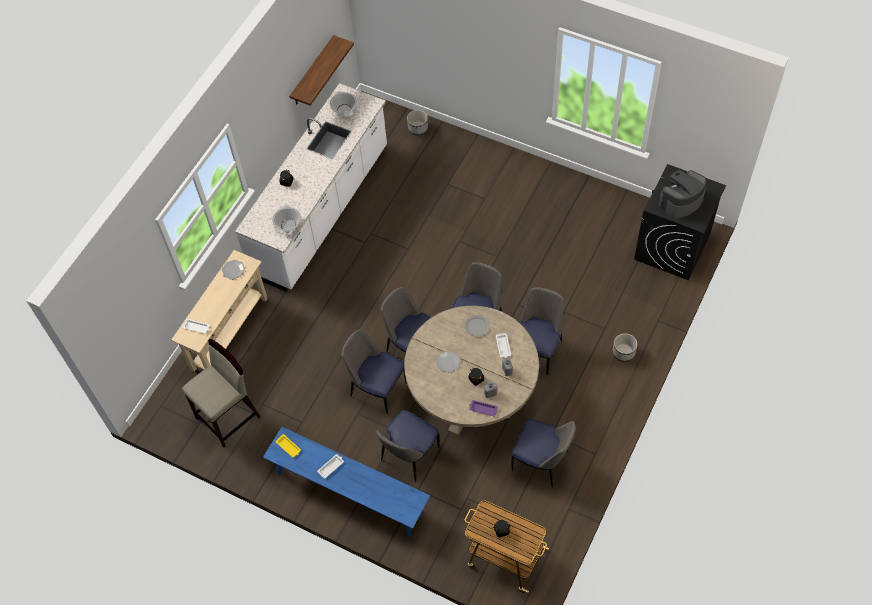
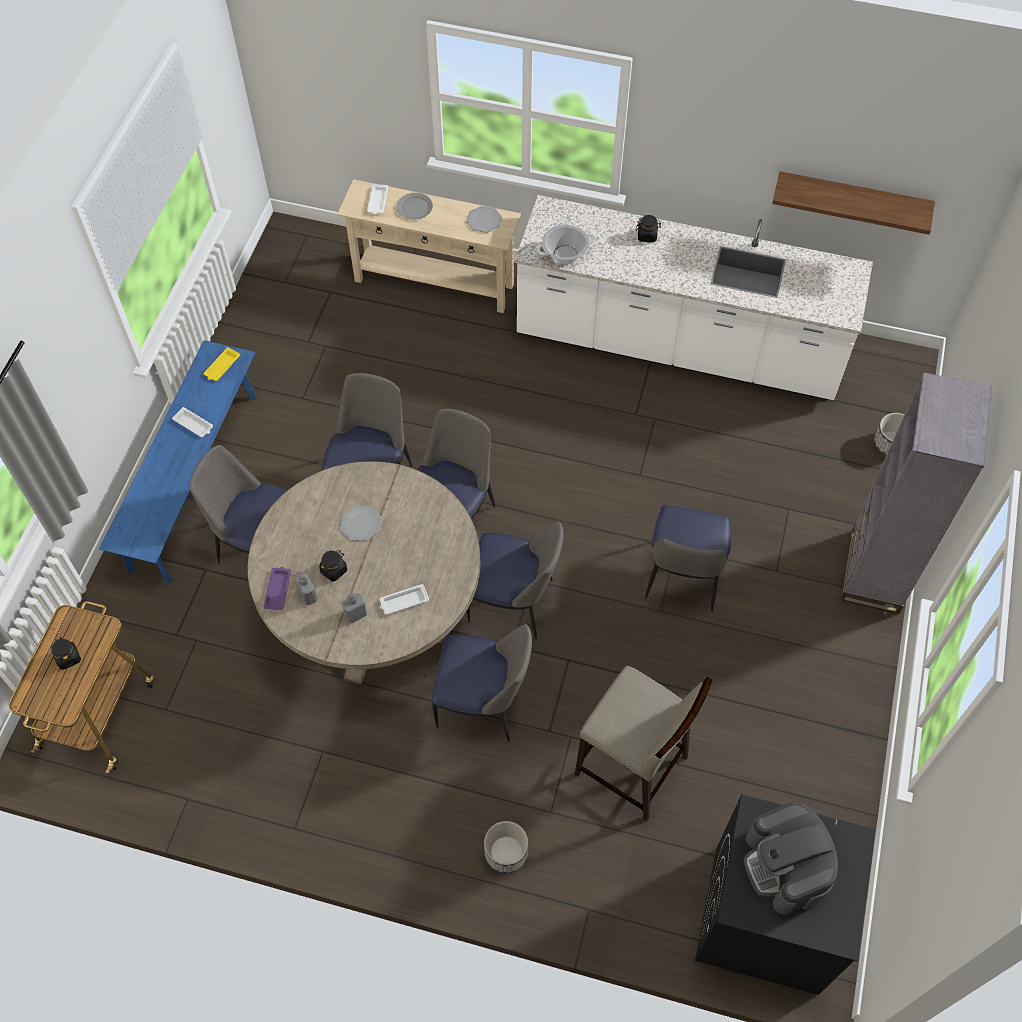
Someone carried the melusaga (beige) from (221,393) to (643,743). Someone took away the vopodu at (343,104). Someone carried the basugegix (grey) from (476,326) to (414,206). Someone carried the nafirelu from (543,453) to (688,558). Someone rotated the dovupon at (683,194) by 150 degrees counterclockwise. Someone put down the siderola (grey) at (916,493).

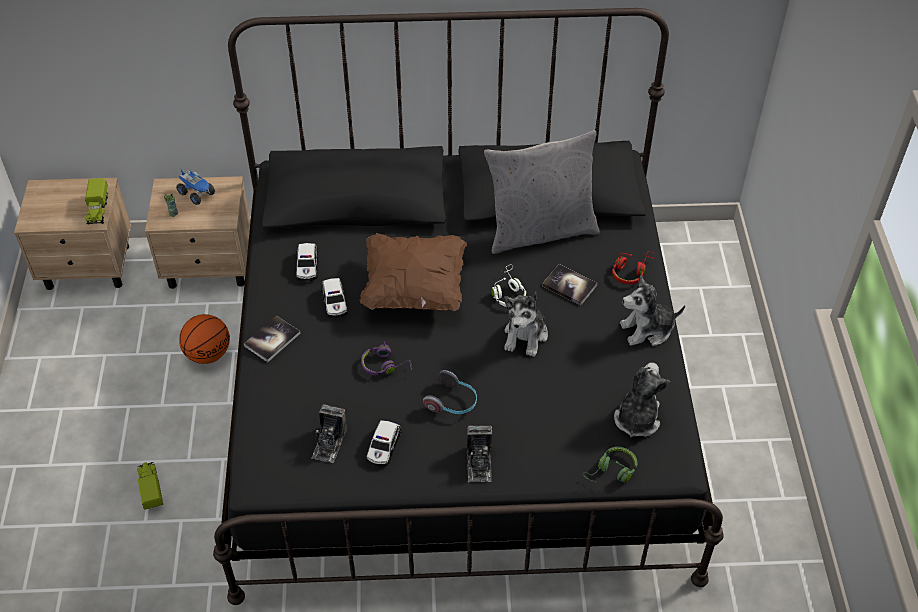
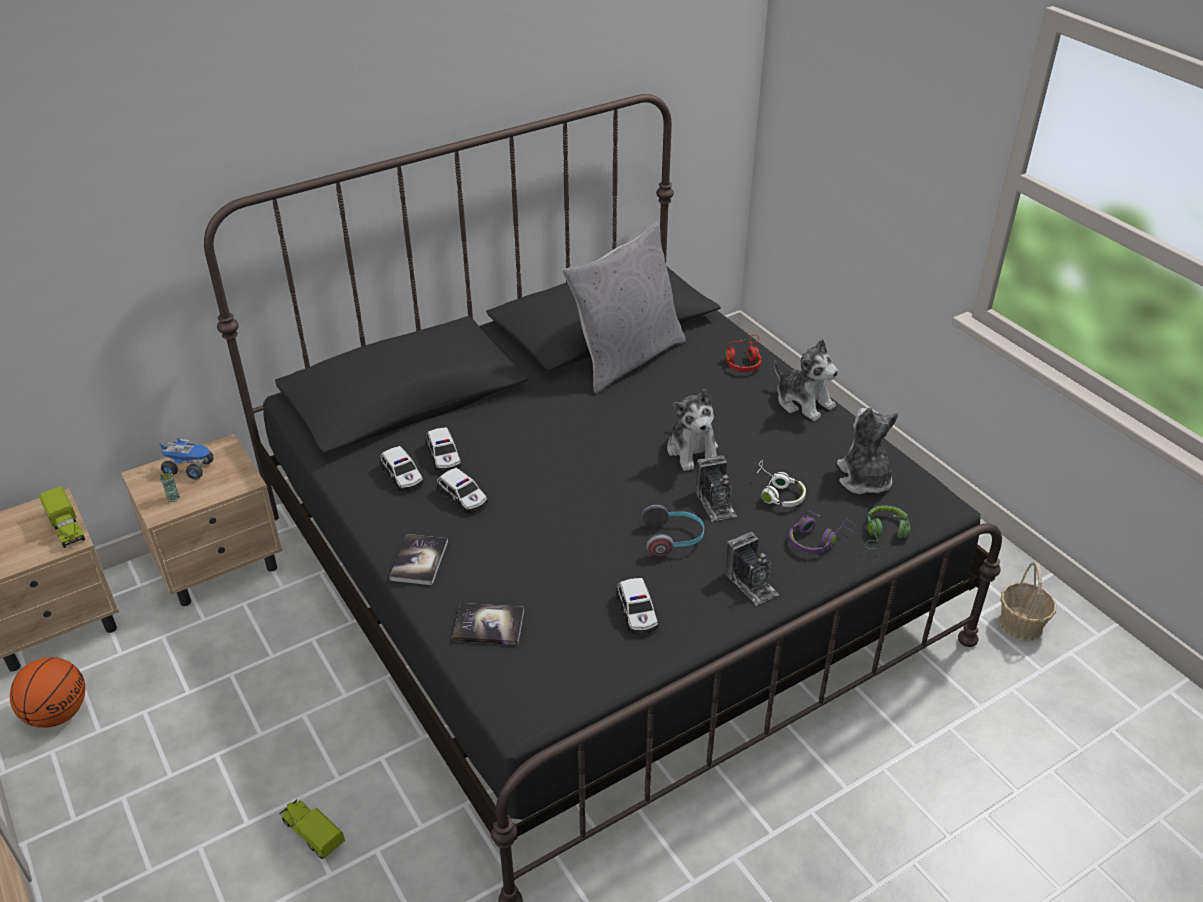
Someone carried the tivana from (204,339) to (47,692). Someone carried the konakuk from (329,433) to (716,488). Someone took away the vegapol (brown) at (413,272). Someone carried the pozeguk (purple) from (387,358) to (822,532). Someone carried the pozeguk (white) from (508,285) to (780,484). Someone carried the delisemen from (569,284) to (488,624). Someone rotated the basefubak at (652,310) by 90 degrees counterclockwise. Someone put down the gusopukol at (444,449). Someone put down the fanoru at (1027,601).

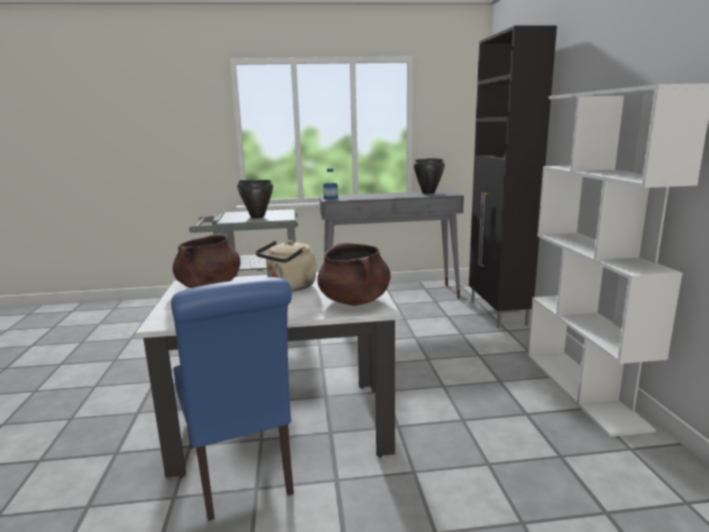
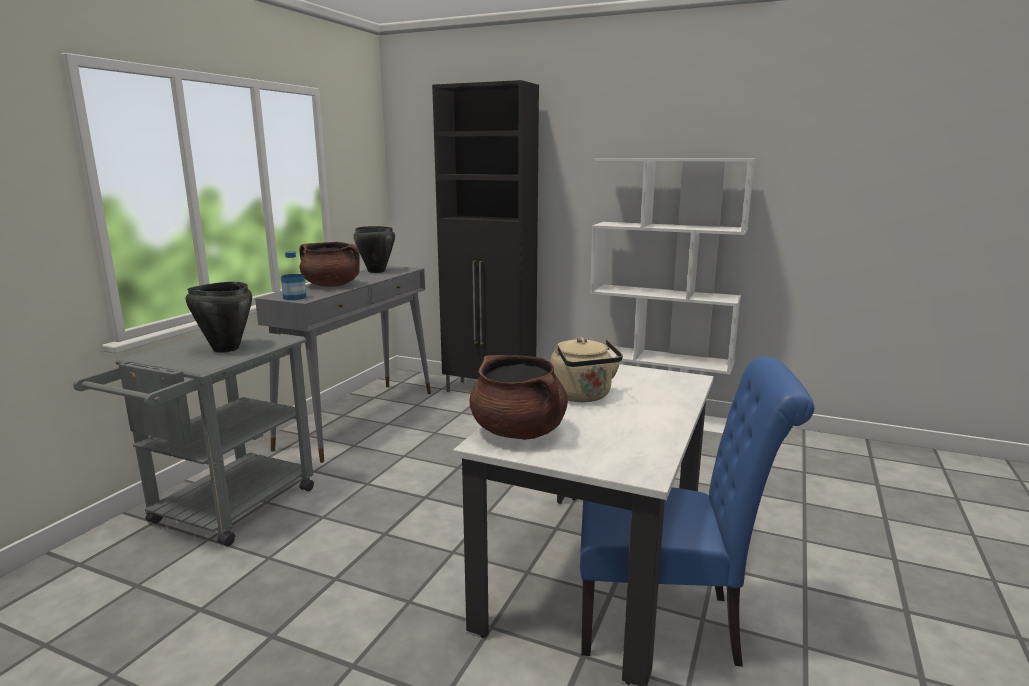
Someone carried the vopodu (brown) from (353,274) to (329,264).

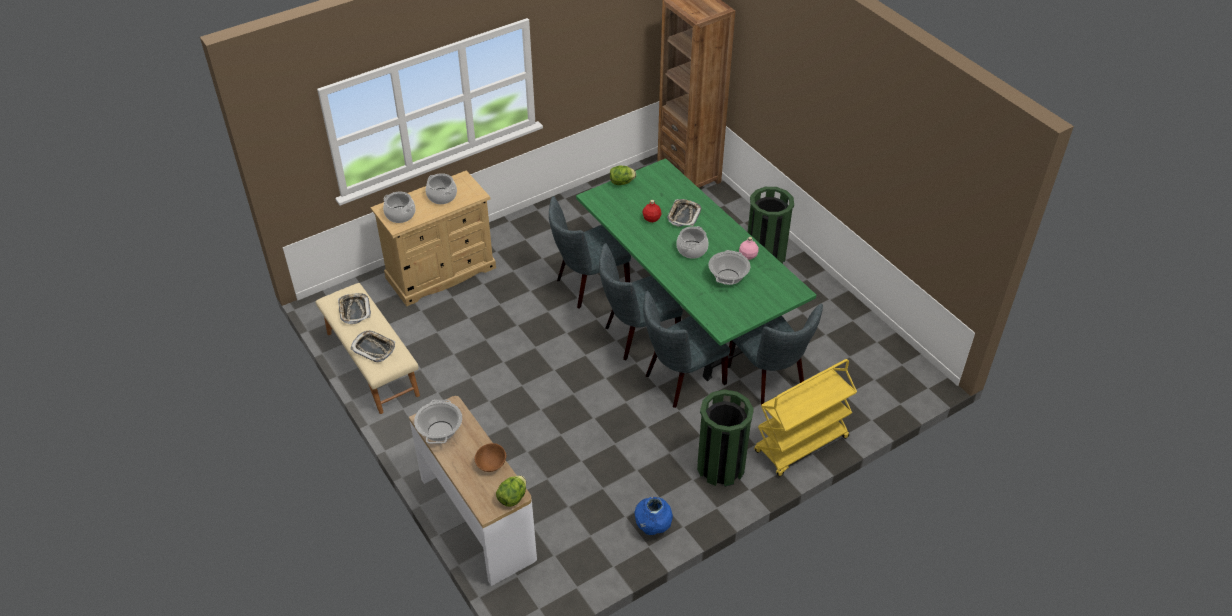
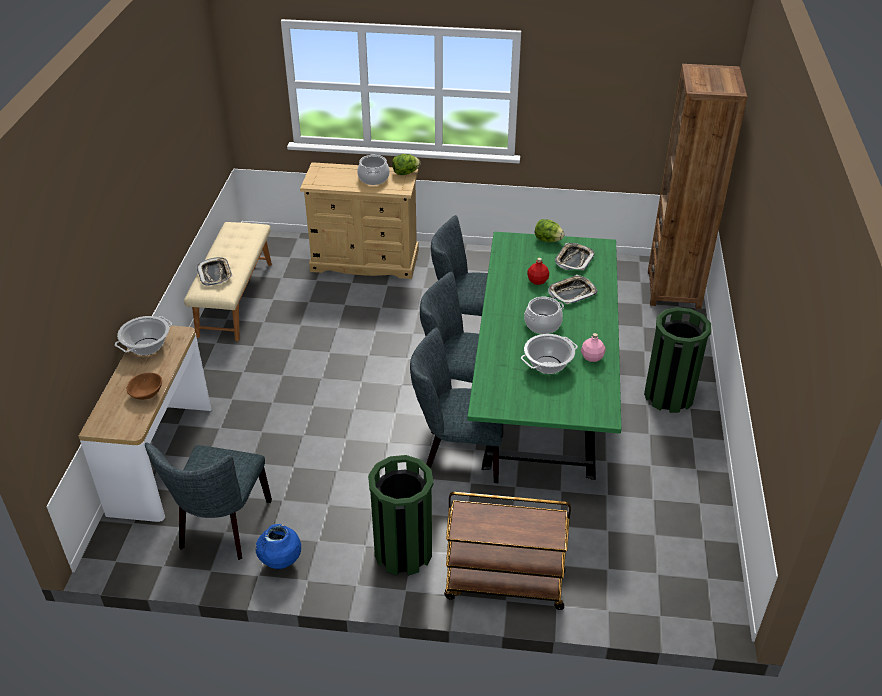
Someone carried the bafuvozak from (354,308) to (575,256). Someone took away the vopodu at (399,207). Someone carried the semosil from (511,491) to (406,164). Someone carried the nafirelu (grey) from (775,354) to (208,501). Someone repainted the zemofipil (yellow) at (805,418), which became the zemofipil (brown) at (507,551).

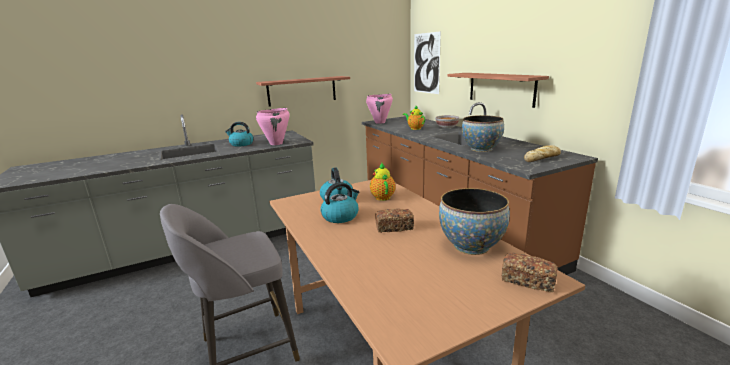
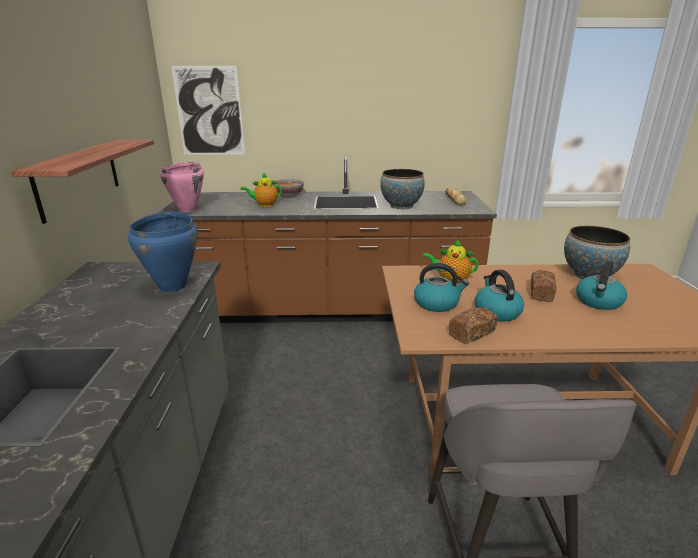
Someone carried the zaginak from (239,134) to (601,285). Someone repainted the vopodu (pink) at (272,126), which became the vopodu (blue) at (163,251). Someone took away the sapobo at (498,90). Someone carried the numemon from (530,272) to (473,325).

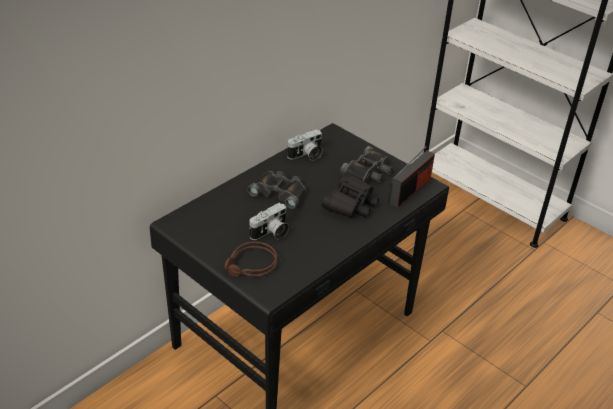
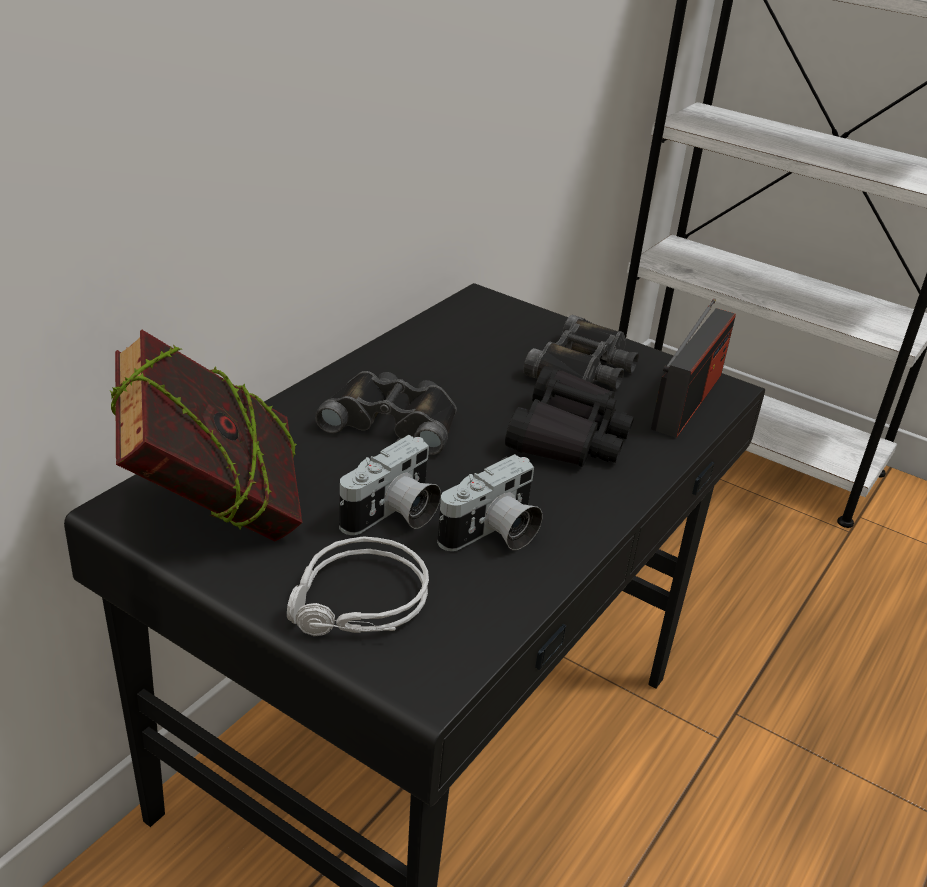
Someone repainted the pozeguk (brown) at (251,259), which became the pozeguk (grey) at (358,586). Someone carried the konakuk from (305,145) to (489,502). Someone put down the delisemen at (206,435).

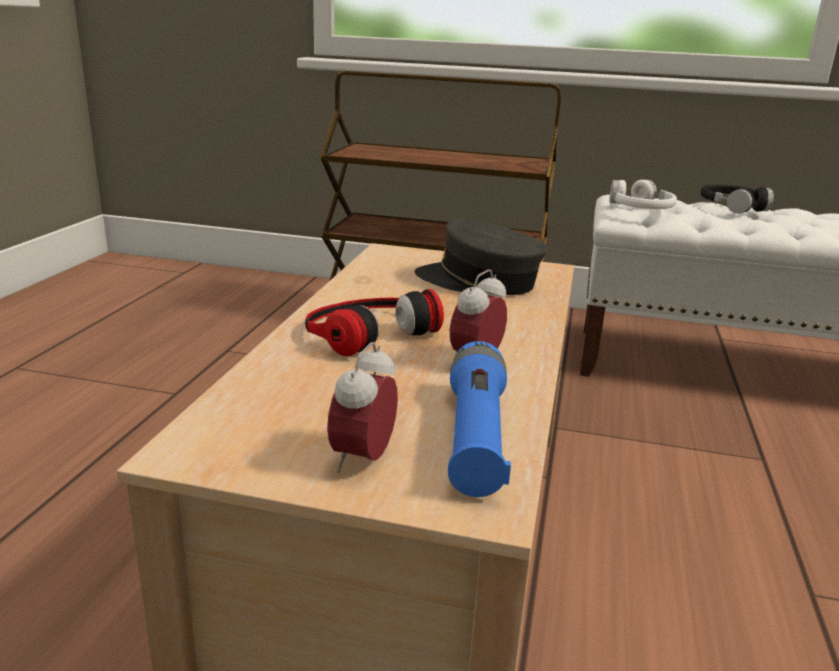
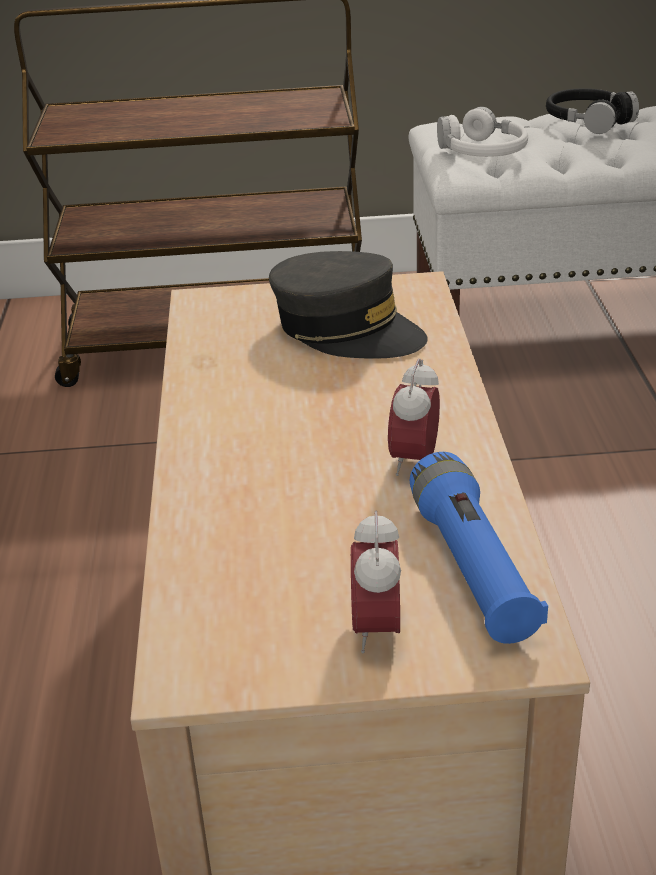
Someone took away the pozeguk at (374,322). Someone rotated the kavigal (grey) at (480,257) by 150 degrees counterclockwise.

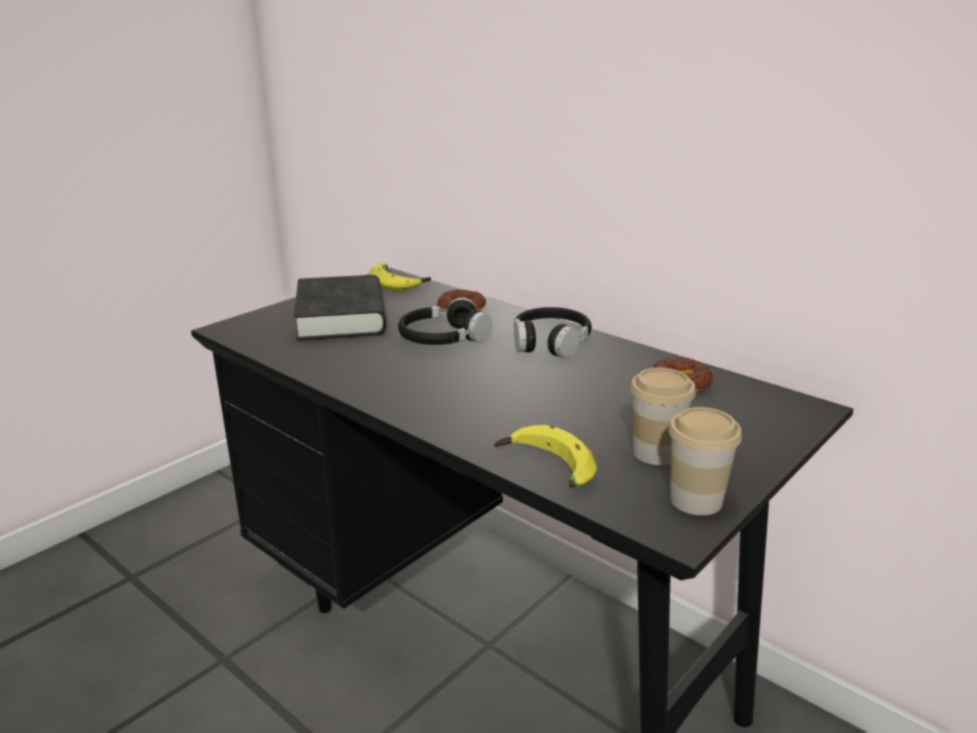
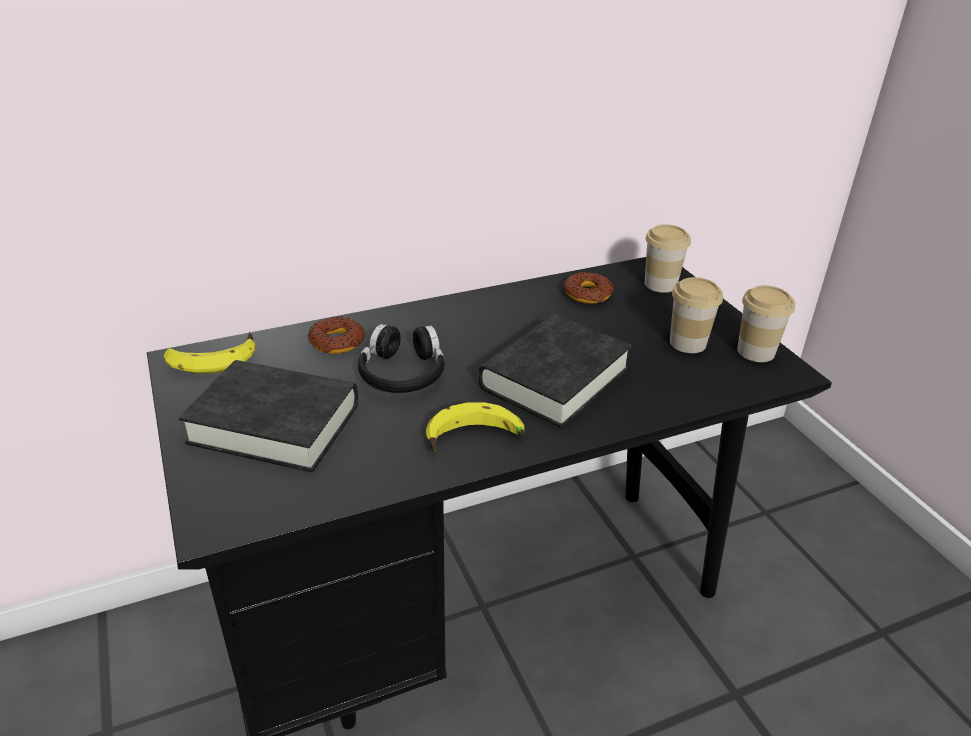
Someone carried the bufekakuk from (545,456) to (475,427). Someone took away the pozeguk (black) at (553,332). Someone put down the delisemen (black) at (555,371). Someone put down the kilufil at (668,258).

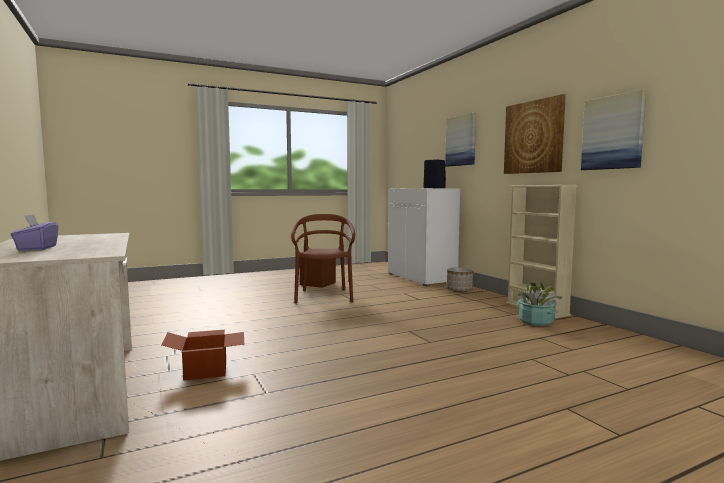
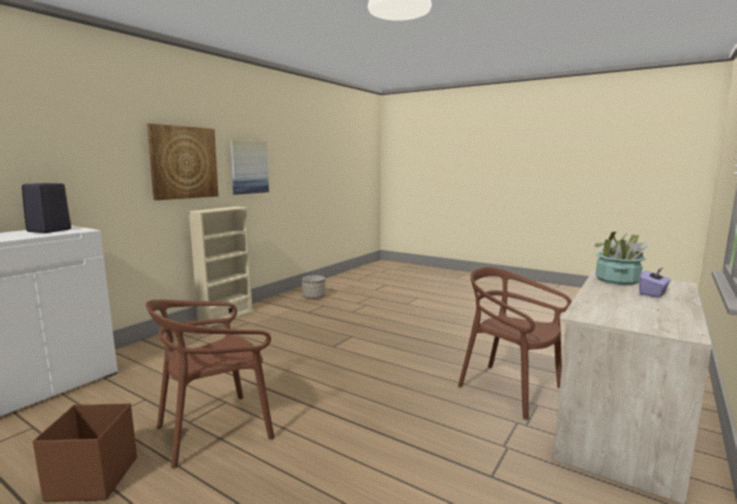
Someone swapped the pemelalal at (203,355) for the nafirelu (brown) at (514,343). Someone took away the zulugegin at (460,139). Someone carried the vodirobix from (460,280) to (314,287). Someone carried the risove from (541,303) to (620,258).

